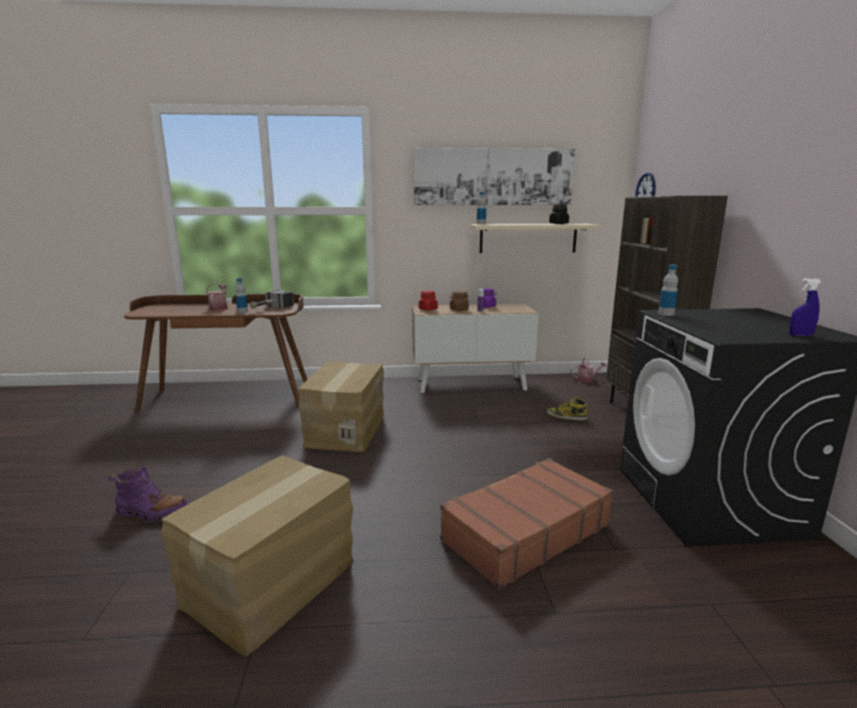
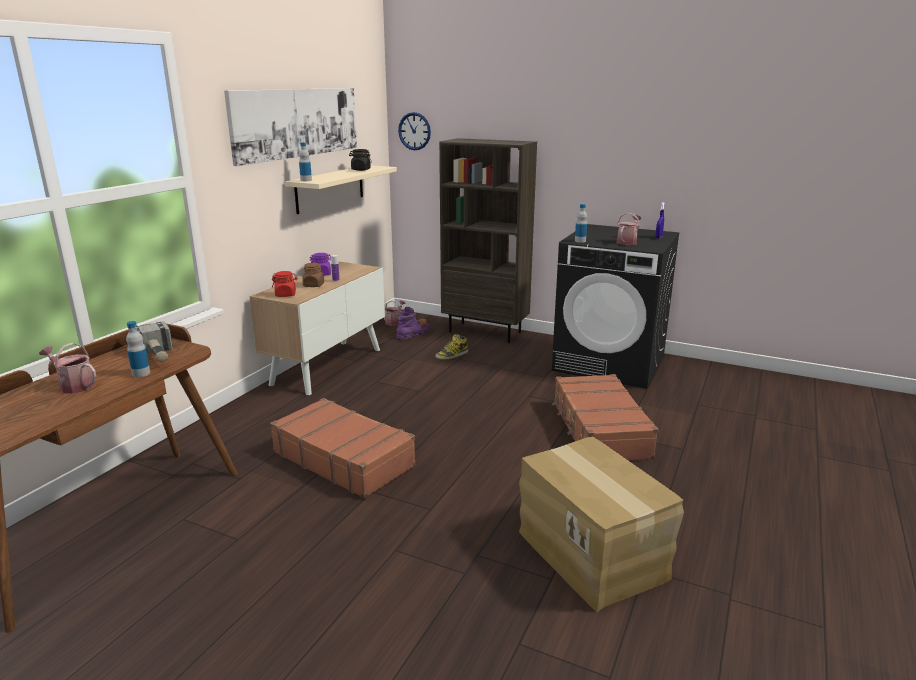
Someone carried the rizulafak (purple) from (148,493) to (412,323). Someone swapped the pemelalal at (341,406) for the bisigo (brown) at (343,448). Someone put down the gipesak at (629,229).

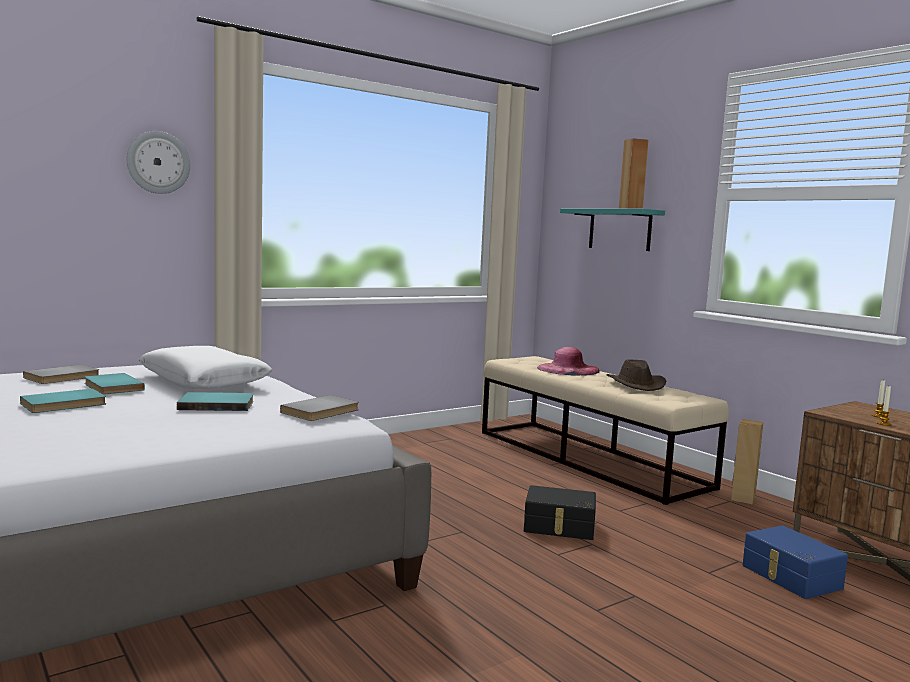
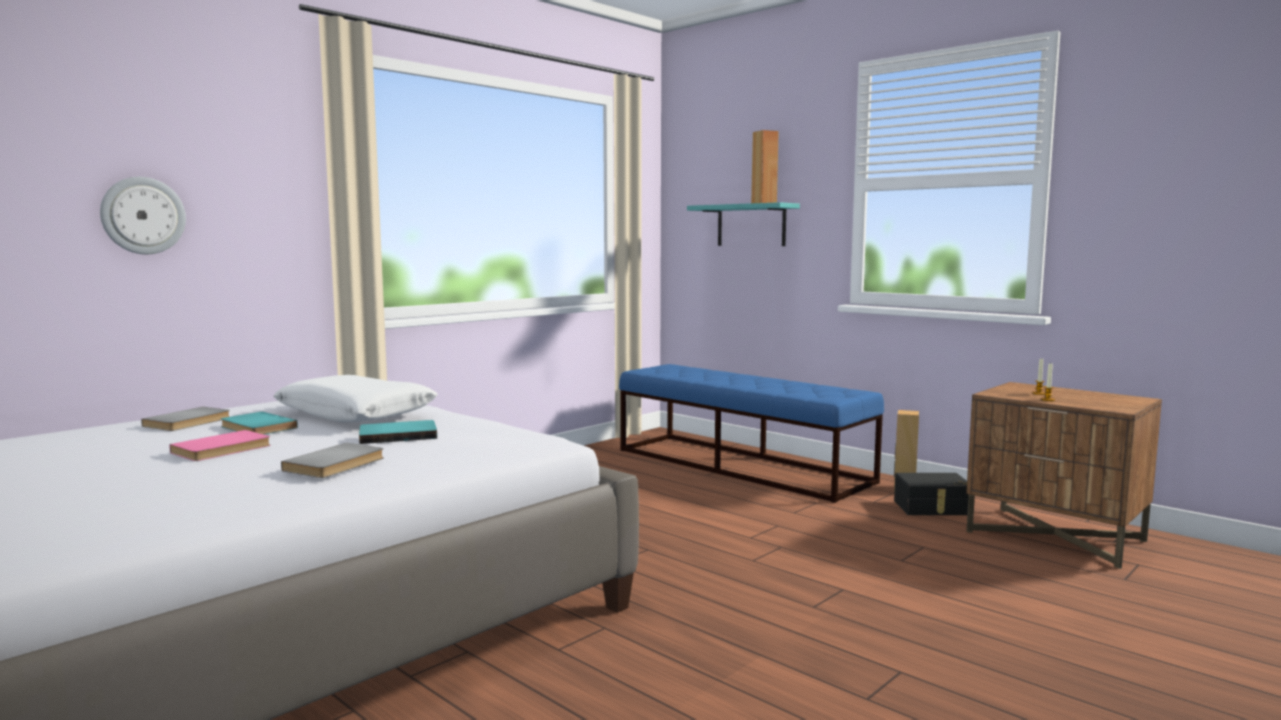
Someone repainted the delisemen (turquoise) at (63,401), which became the delisemen (pink) at (219,445). Someone carried the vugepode from (158,162) to (143,215). Someone carried the delisemen (grey) from (319,408) to (332,460). Someone repainted the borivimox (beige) at (605,430), which became the borivimox (blue) at (751,433). Someone carried the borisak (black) from (560,512) to (931,494). Someone took away the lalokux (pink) at (568,361). Someone took away the lalokux (brown) at (636,375). Someone took away the borisak (blue) at (795,562).

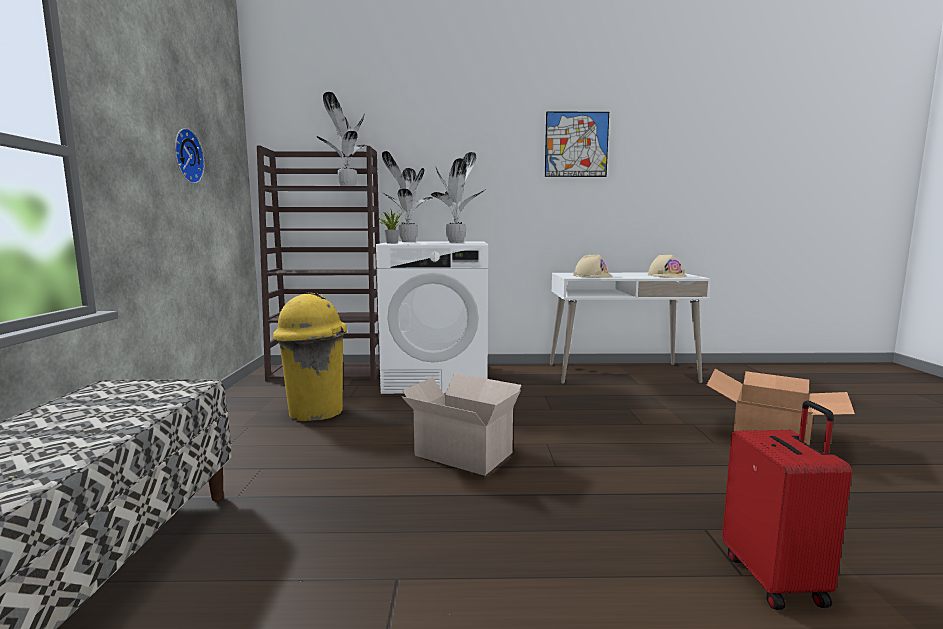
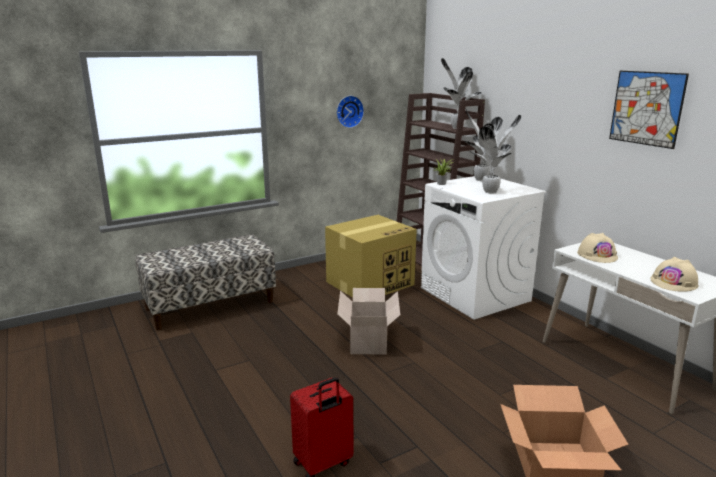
Someone swapped the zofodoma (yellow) at (310,356) for the pemelalal at (371,256).

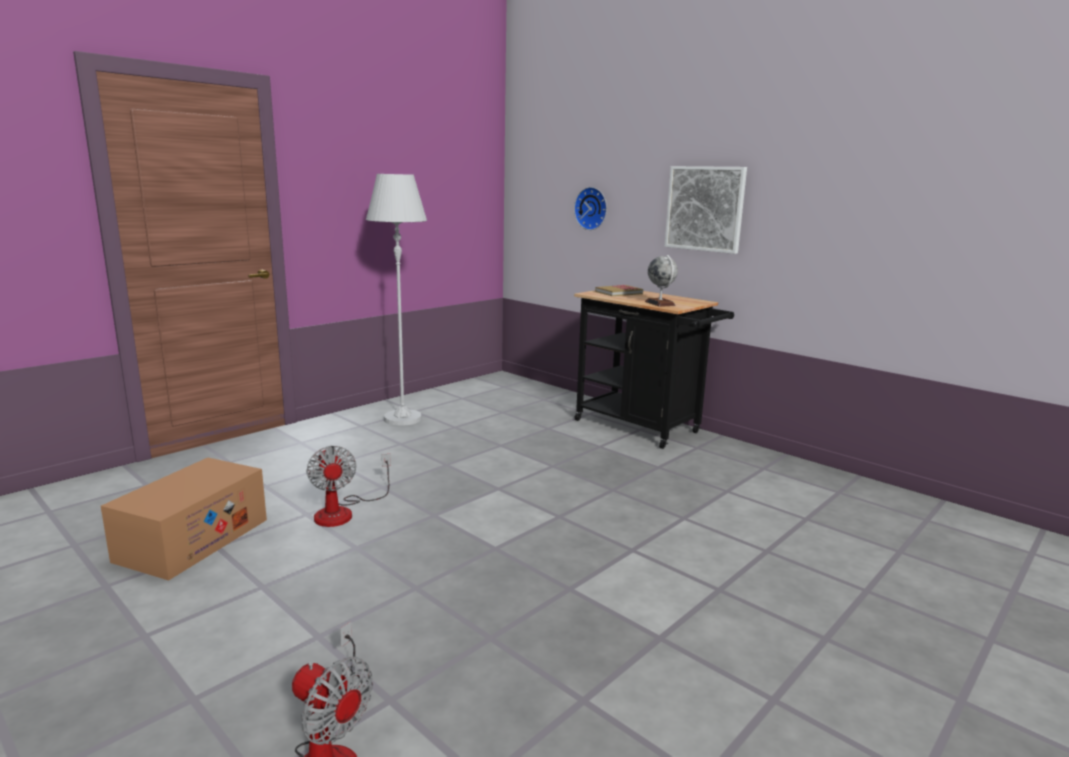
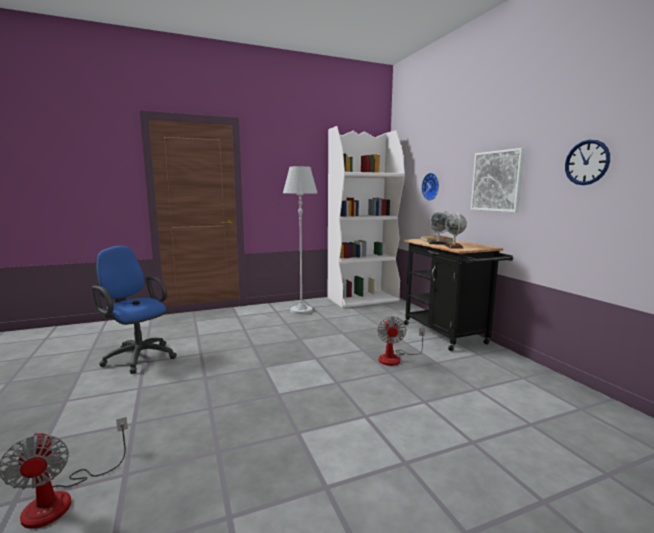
Someone swapped the pemelalal at (184,519) for the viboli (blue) at (134,310). Someone carried the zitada from (348,486) to (401,341). Someone put down the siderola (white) at (366,217). Someone put down the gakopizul at (439,228). Someone put up the vugepode at (587,162).

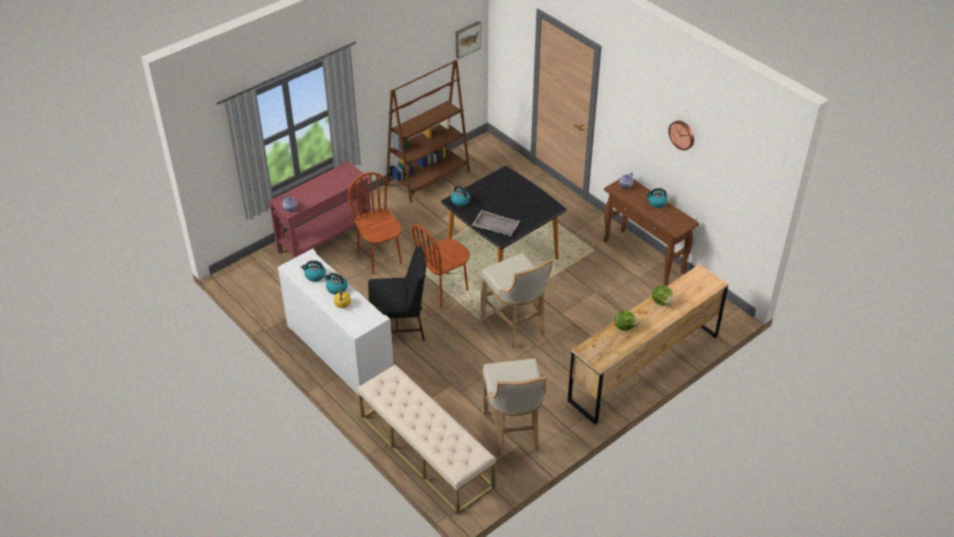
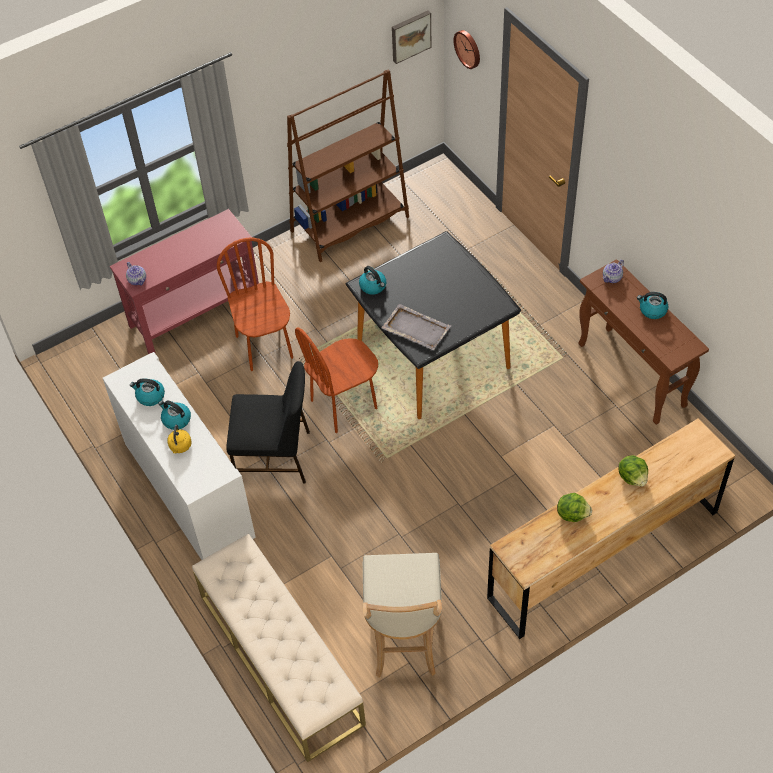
Someone took away the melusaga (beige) at (516,301). Someone carried the vugepode from (681,135) to (466,49).

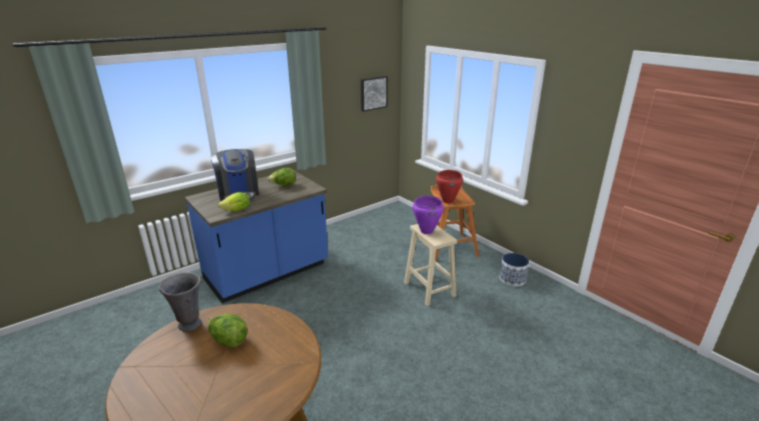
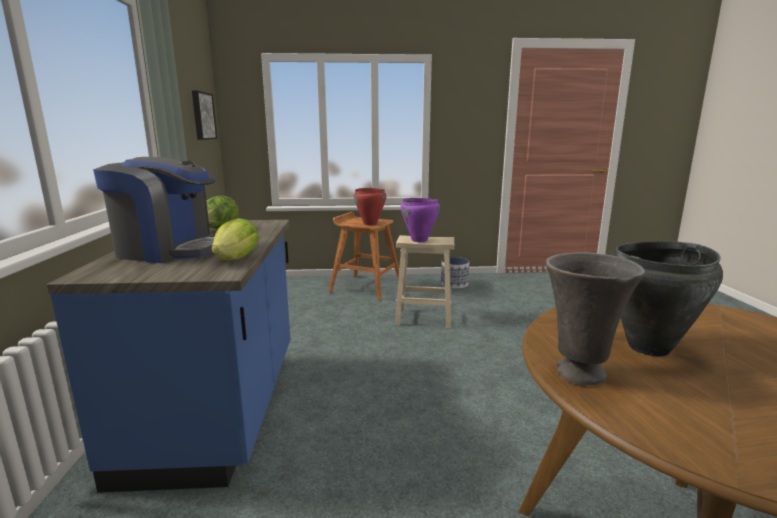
Someone swapped the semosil at (227,330) for the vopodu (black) at (668,299).

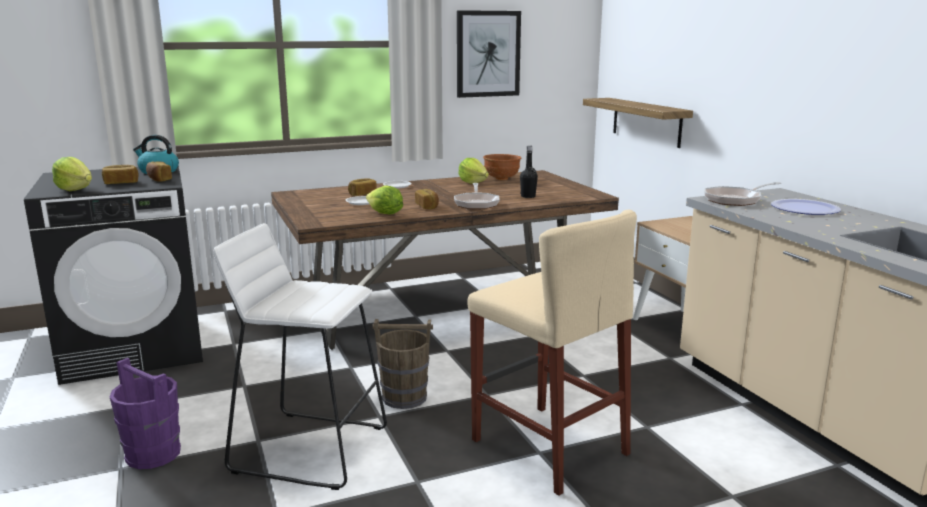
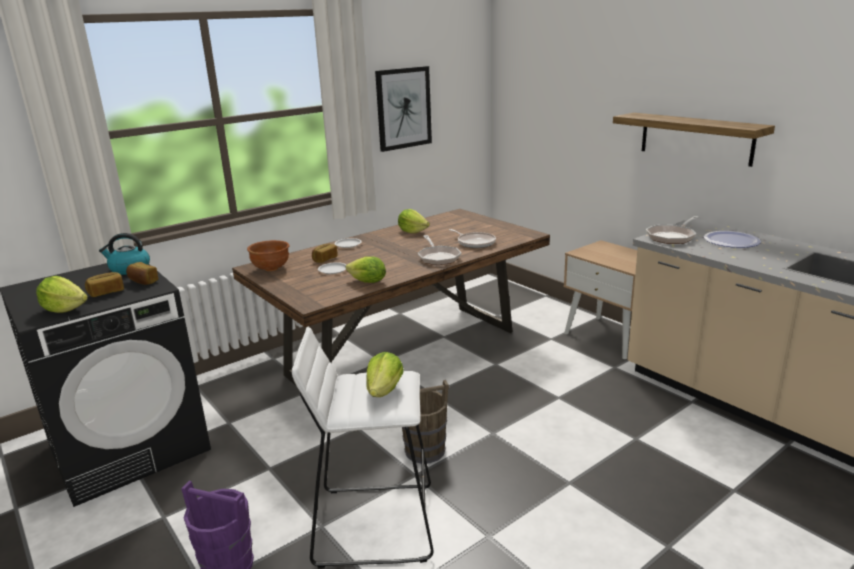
Someone took away the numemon at (427,199). Someone took away the melusaga (beige) at (552,352). Someone carried the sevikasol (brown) from (502,167) to (268,255). Someone swapped the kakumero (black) at (529,171) for the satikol at (472,238). Someone carried the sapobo from (638,123) to (694,140). Someone put down the semosil at (385,374).

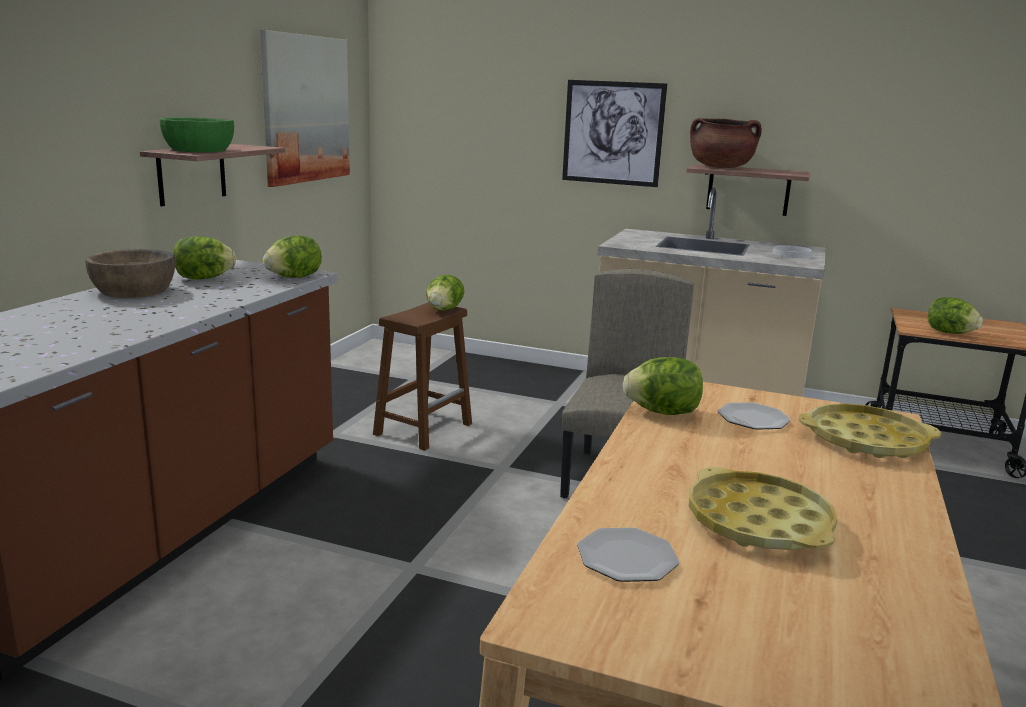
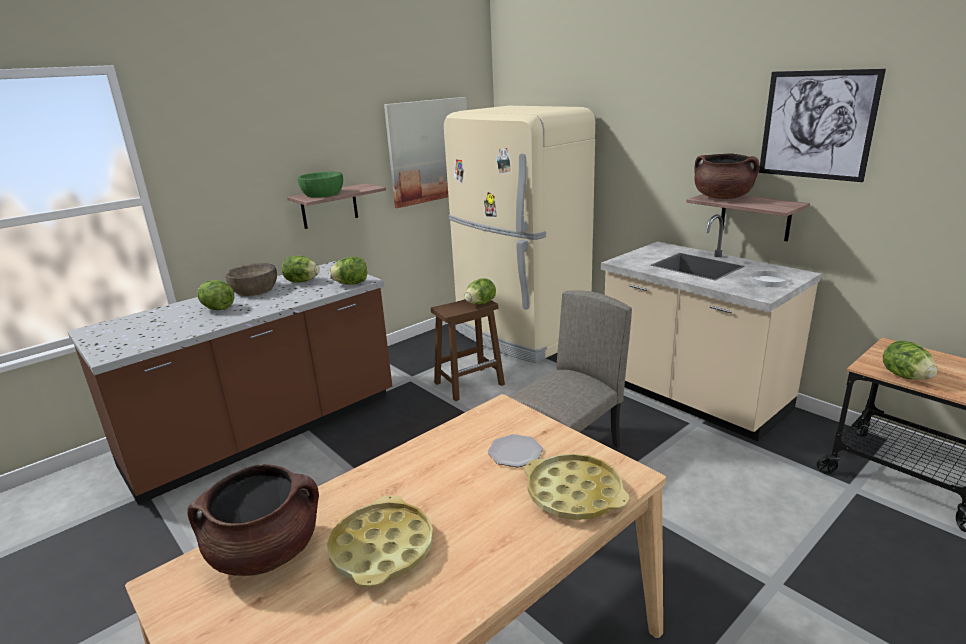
Someone carried the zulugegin from (614,133) to (822,125). Someone swapped the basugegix at (628,555) for the vopodu (brown) at (253,520). Someone carried the semosil from (663,386) to (215,295). Someone put down the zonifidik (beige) at (519,234).

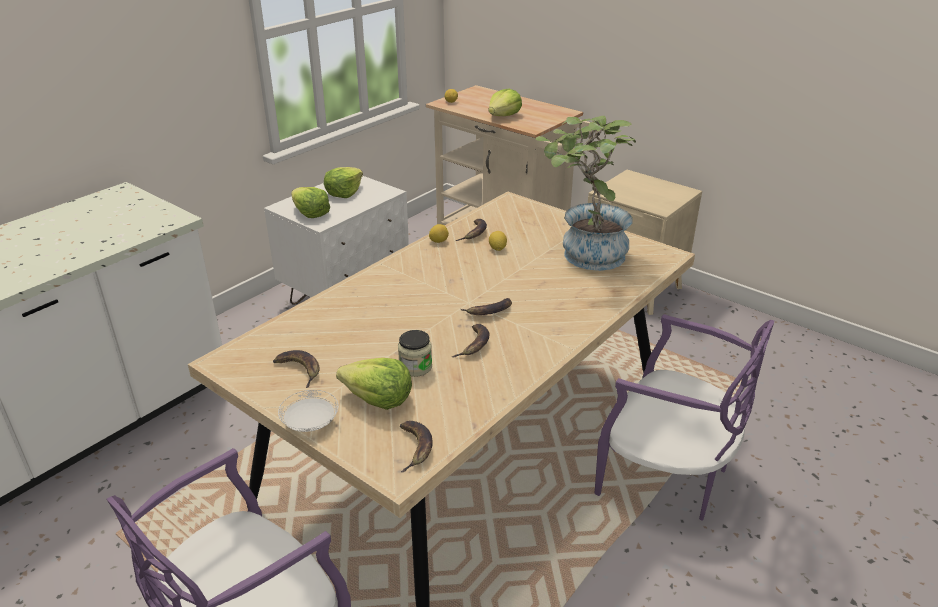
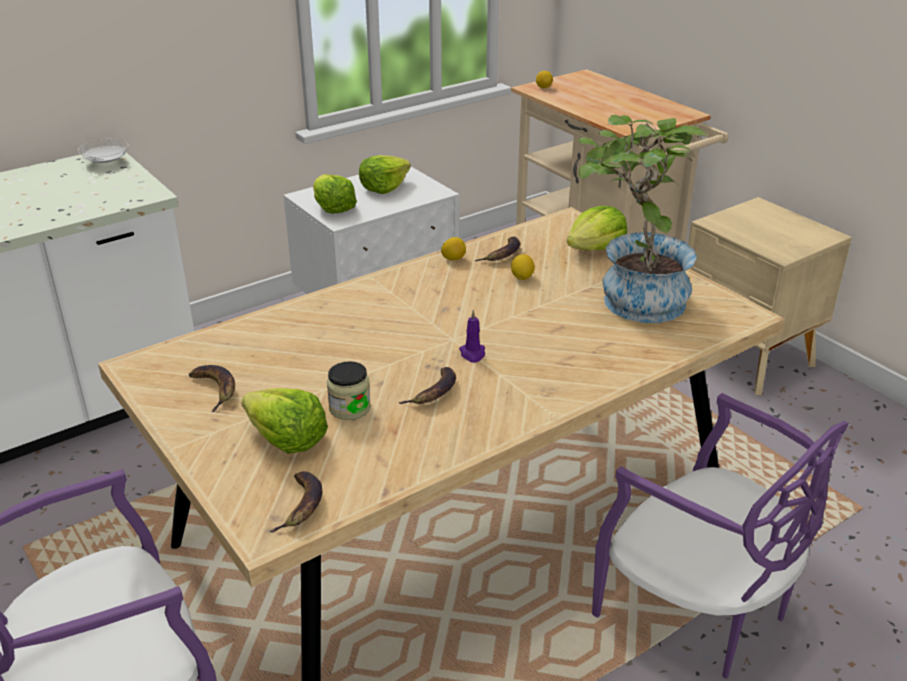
Someone carried the basugegix (white) from (308,411) to (103,151). Someone swapped the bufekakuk at (486,306) for the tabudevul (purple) at (472,336). Someone carried the semosil from (505,102) to (597,228).

